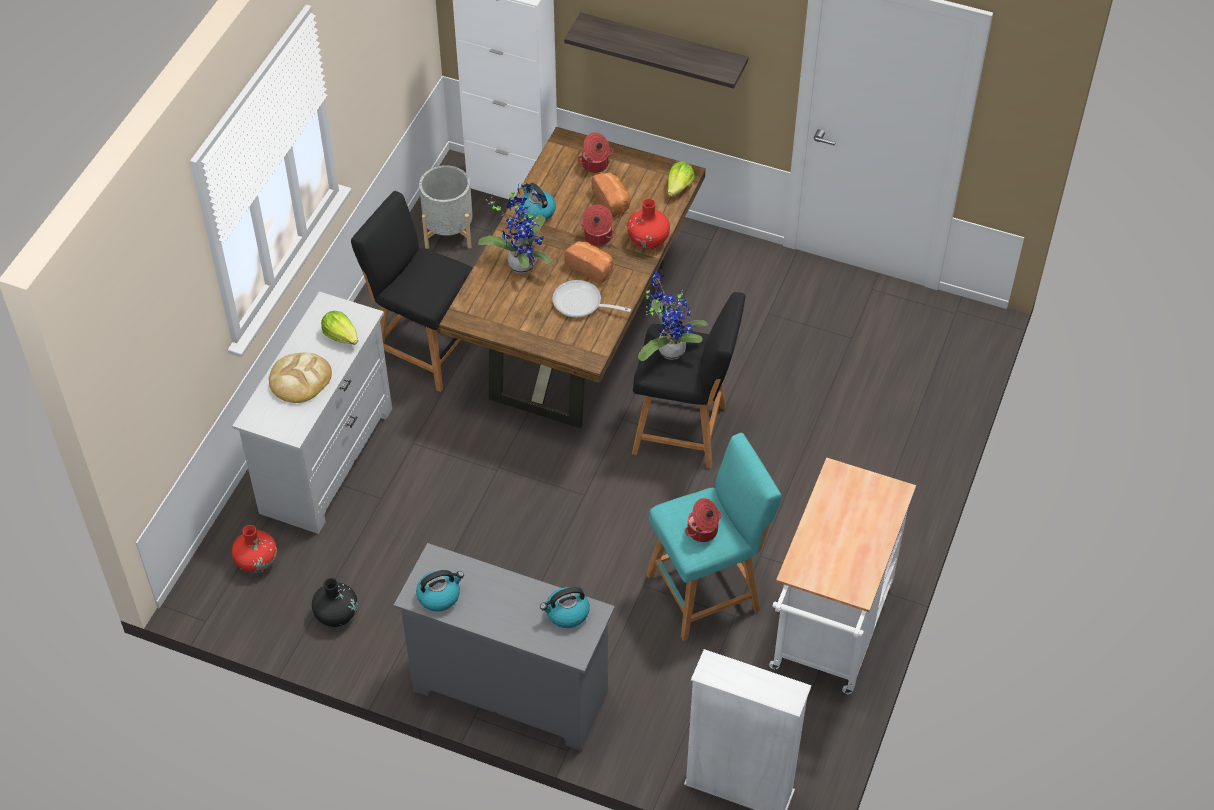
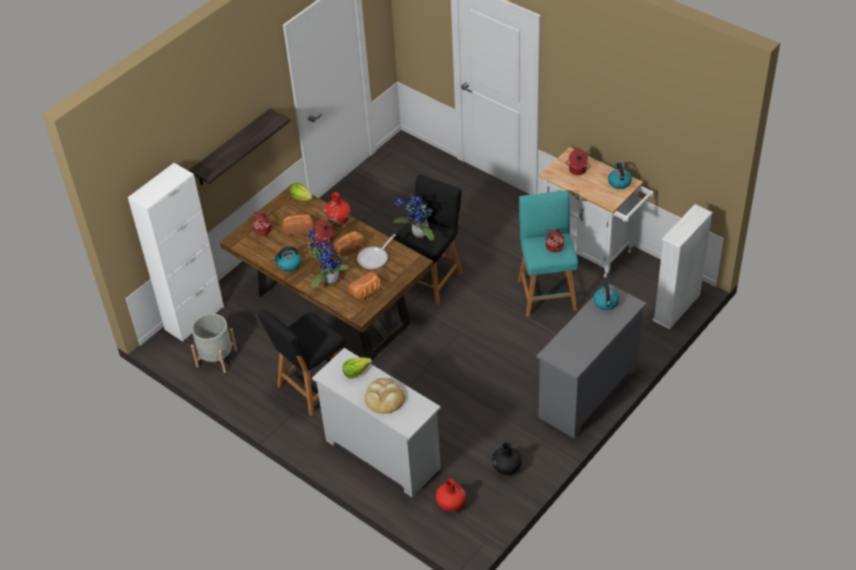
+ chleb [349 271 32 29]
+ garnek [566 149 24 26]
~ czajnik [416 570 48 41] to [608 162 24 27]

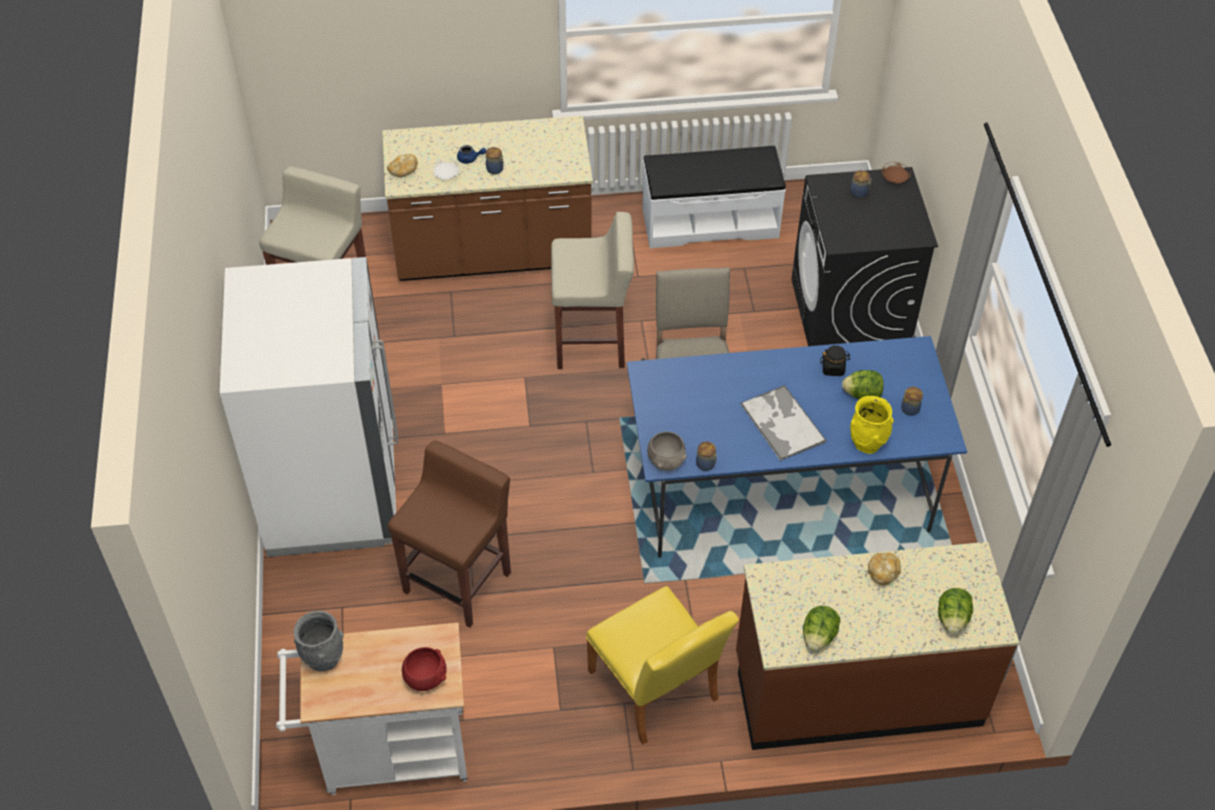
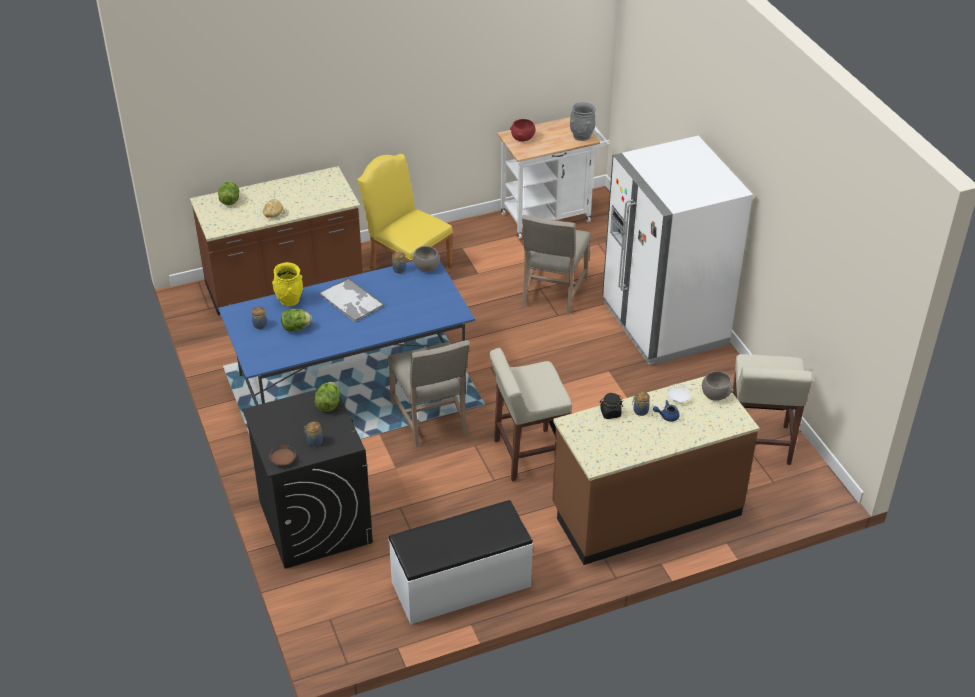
~ sałata [803 606 37 45] to [314 382 26 30]
~ stołek [brązowy] [388 440 123 188] to krzesło [beżowy] [522 215 69 100]
~ słoik [czarny] [820 345 30 31] to [599 393 24 26]
~ chleb [387 154 31 23] to miska [szary] [702 371 32 30]

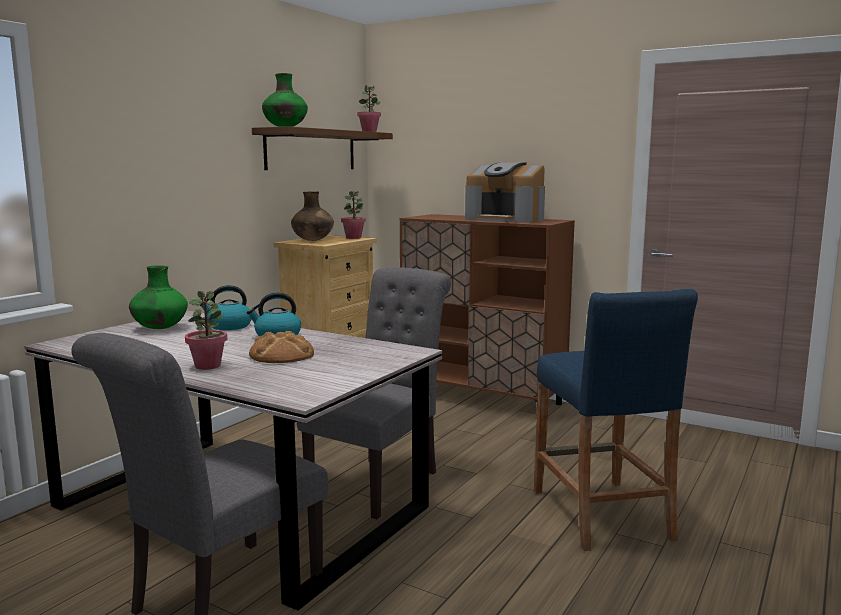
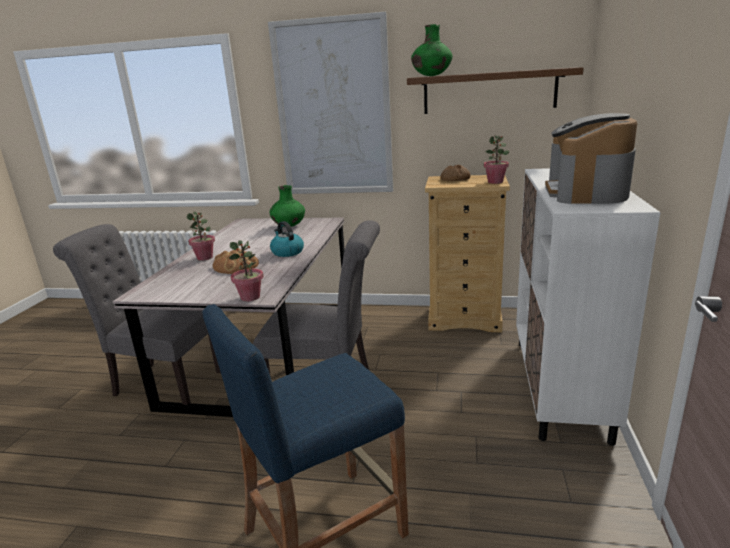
~ roślina doniczkowa [357 85 24 47] to [229 240 35 61]
+ obraz [268 12 125 182]
~ wazon [brązowy] [291 191 43 50] to chleb [440 165 30 16]
~ szafka [brązowy] [400 214 175 205] to szafka [biały] [516 168 145 278]
- czajnik [200 285 51 45]

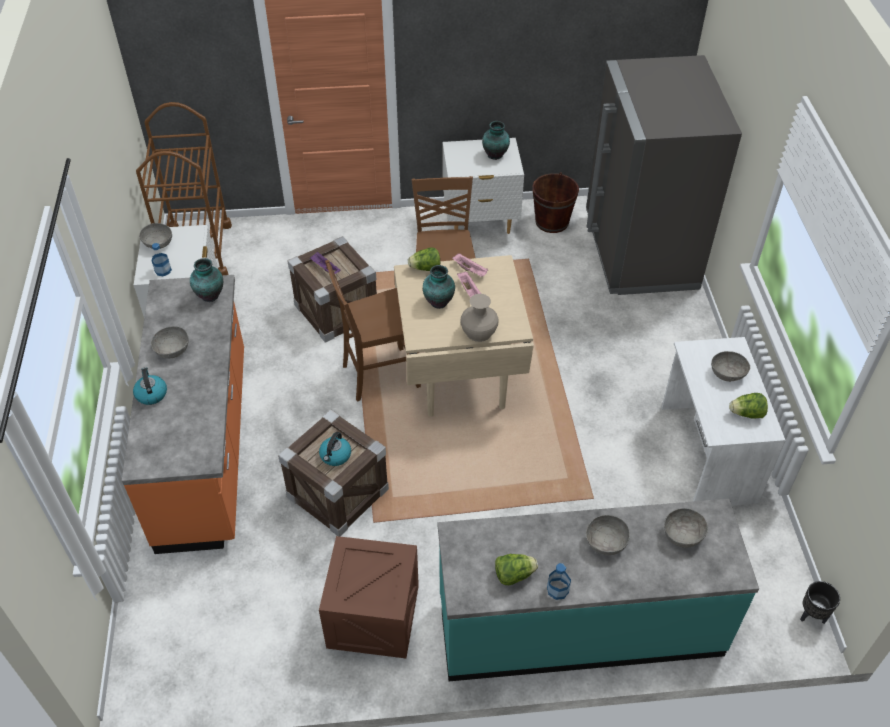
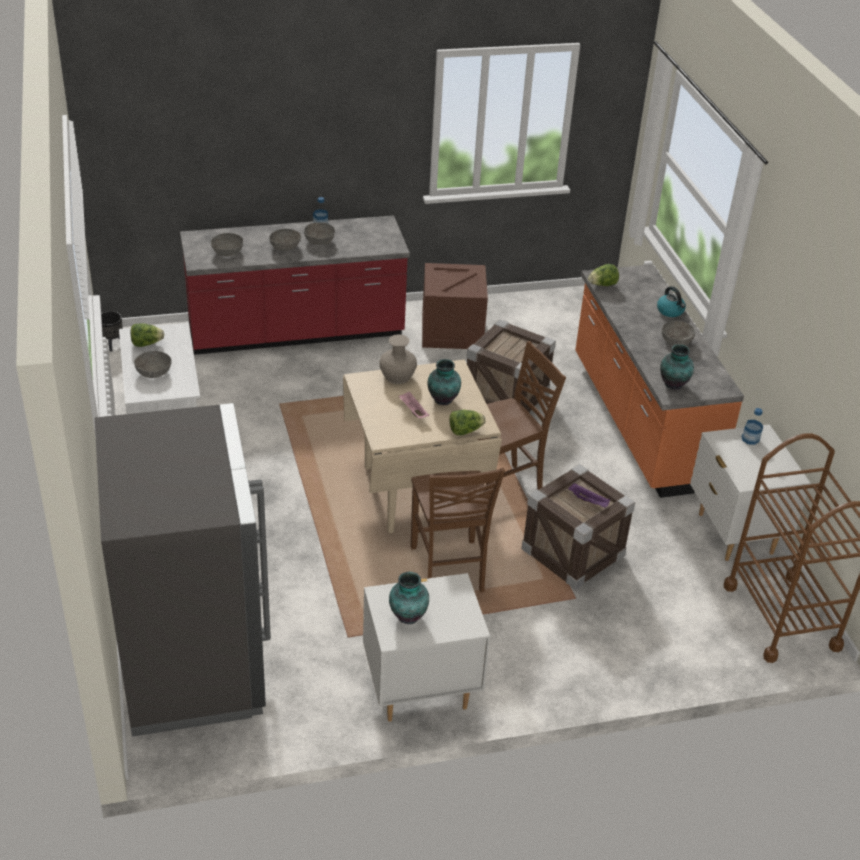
~ zabudowa kuchenna [turkusowy] [438 499 321 182] to zabudowa kuchenna [czerwony] [180 215 230 140]
~ miska [szary] [139 223 33 26] to [304 222 31 23]
~ sałata [495 554 43 31] to [588 264 31 22]
- czajnik [319 432 32 34]
- taca [różowy] [452 253 36 24]
- wiadro [brązowy] [532 172 47 61]

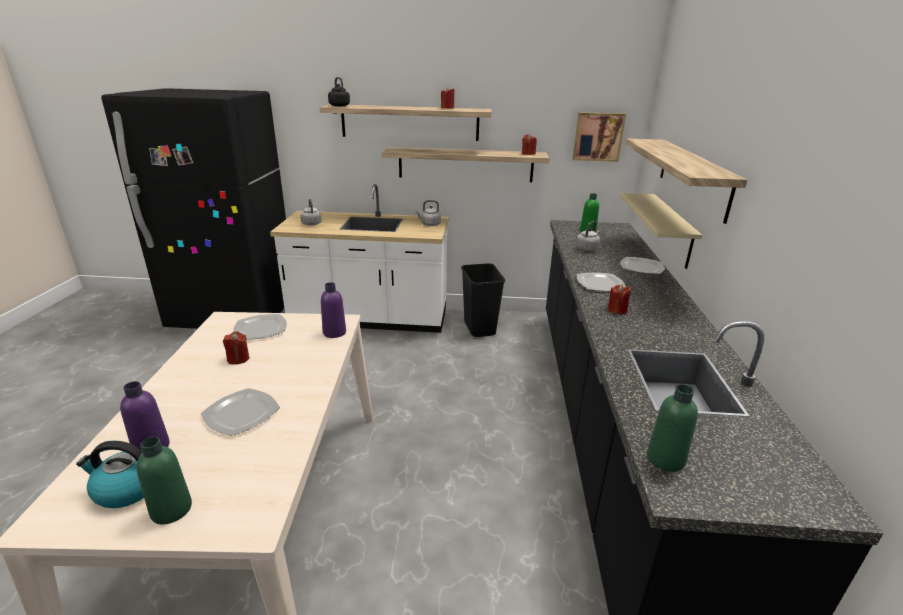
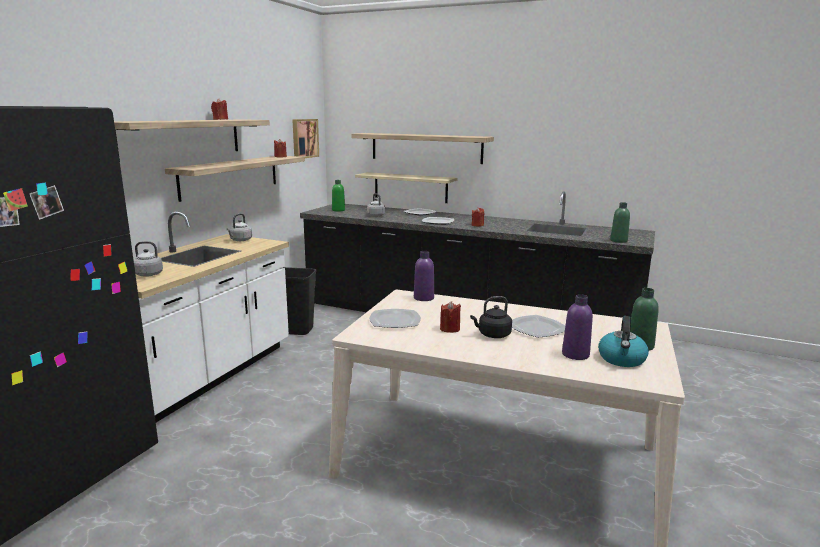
~ czajnik [czarny] [328 77 22 29] to [470 296 42 42]

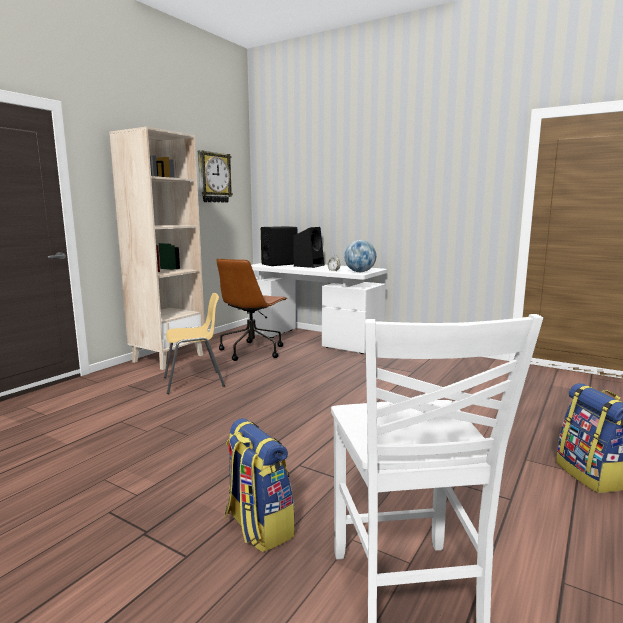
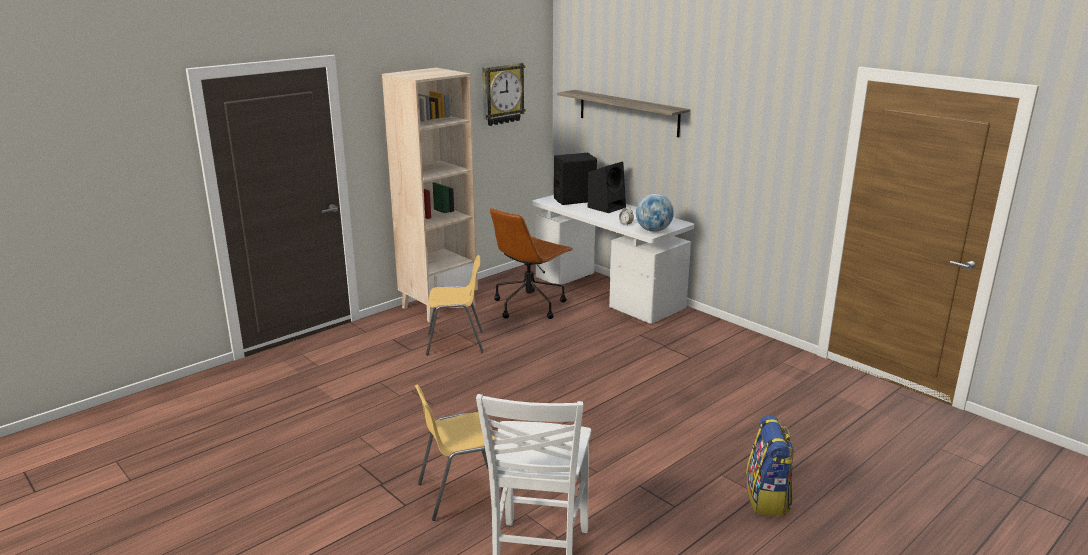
~ plecak [225 418 70 134] to krzesło [żółty] [415 385 88 136]
+ półka [557 90 133 48]

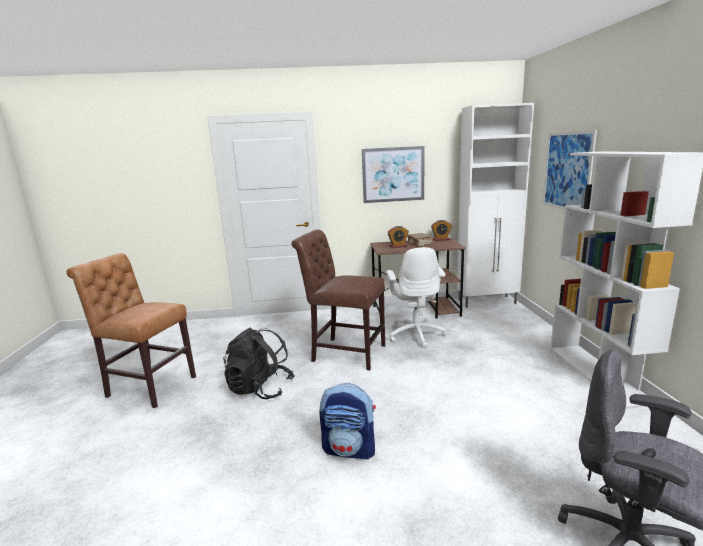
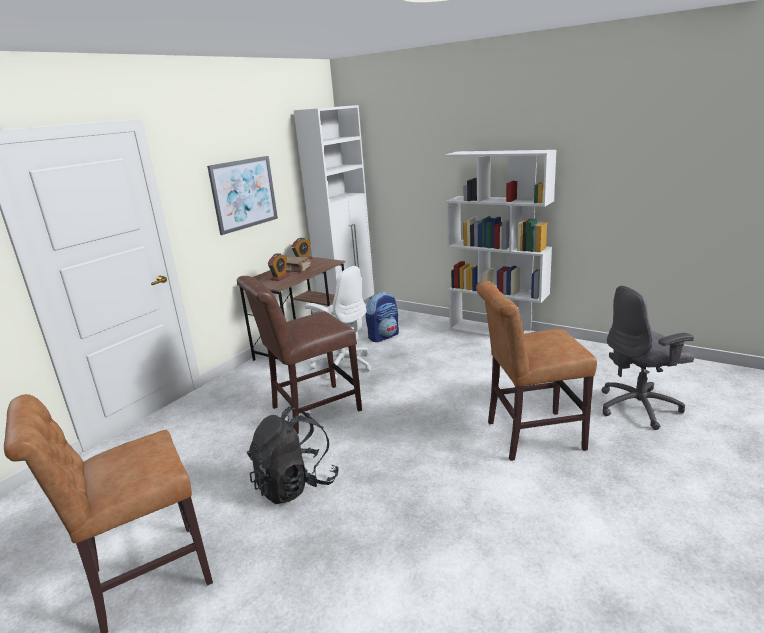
~ plecak [319 383 57 77] to [366 292 33 50]
+ krzesło [brązowy] [476 280 121 181]
- obraz [543 130 54 79]

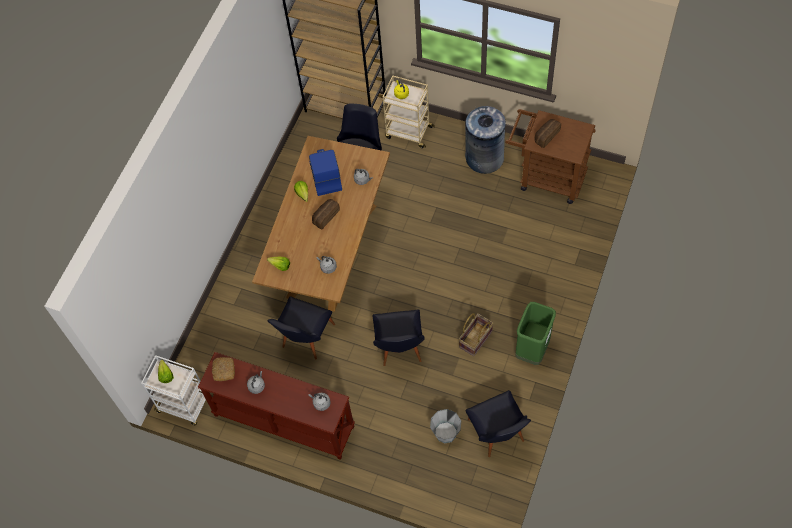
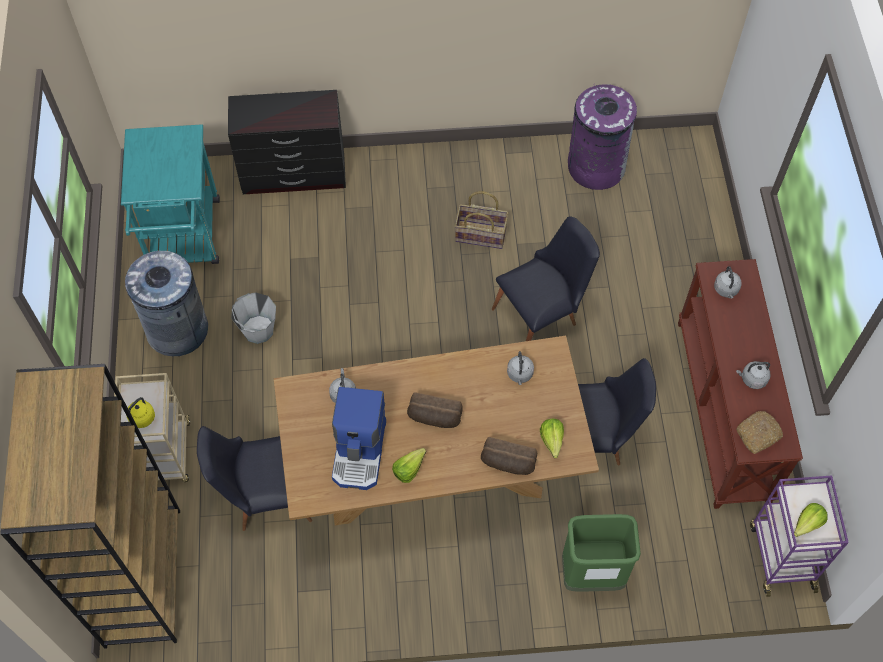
~ wózek [brązowy] [505 109 91 95] to wózek [turkusowy] [121 124 99 140]
+ komoda [czarny] [228 90 118 105]
~ wiadro [szary] [430 409 31 34] to [231 292 45 52]
~ ekspres do kawy [309 149 33 47] = [332 387 54 103] 45 degrees counterclockwise
~ chleb [535 119 26 29] to [481 437 56 38]
~ kosz na śmieci [zielony] [515 302 41 63] to [562 514 79 78]
~ krzesło [czarny] [466 390 65 67] to kosz na śmieci [fioletowy] [568 84 69 106]
~ wózek [biały] [141 355 65 70] to wózek [fioletowy] [750 475 99 122]

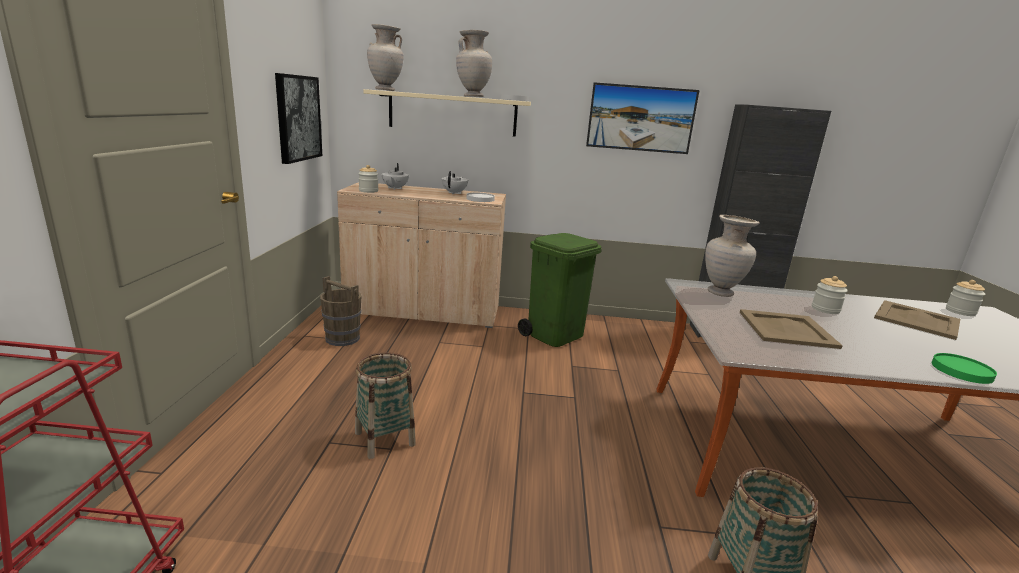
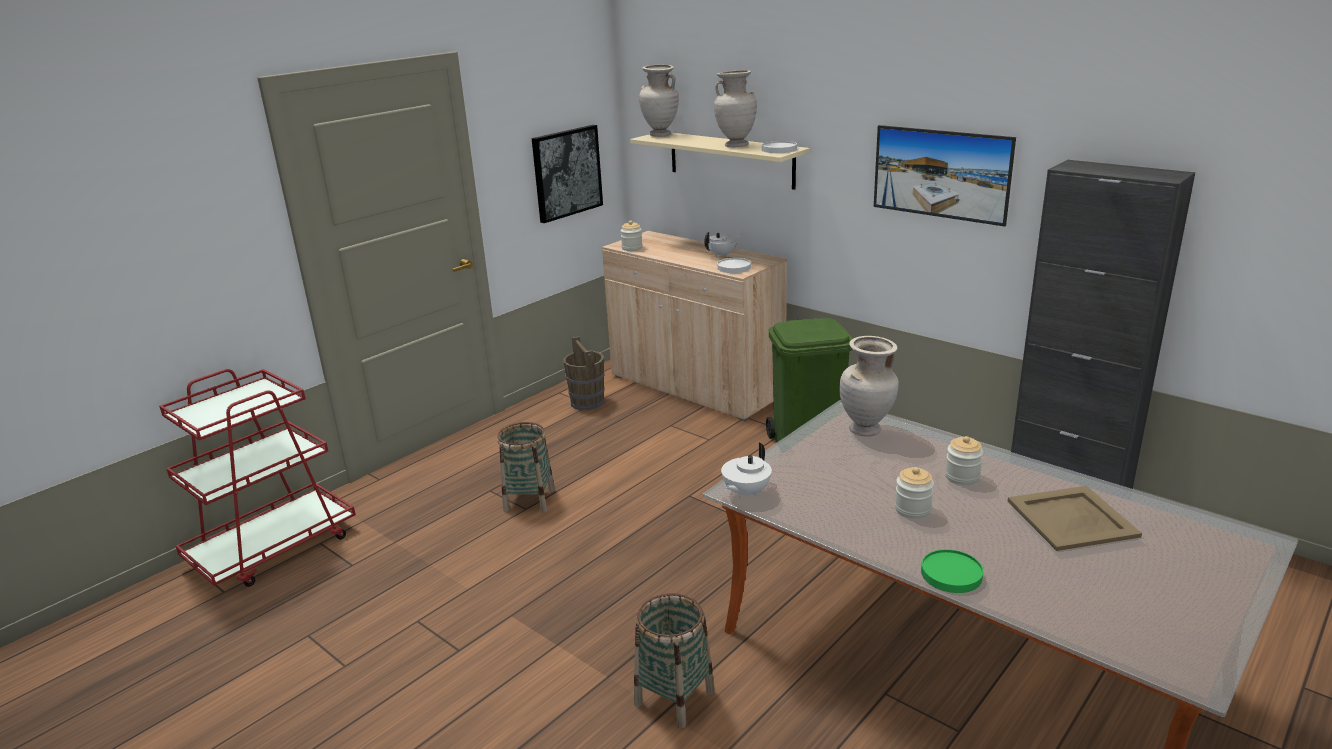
~ imbryk [biały] [382 163 27 27] to [721 443 51 56]
~ słoik [946 280 39 36] to [895 467 39 52]
- taca [beżowy] [740 309 103 40]

